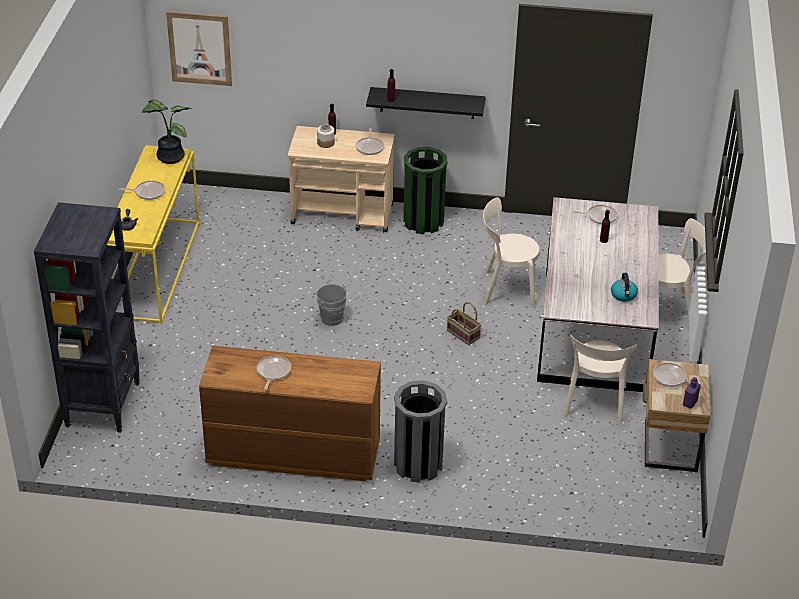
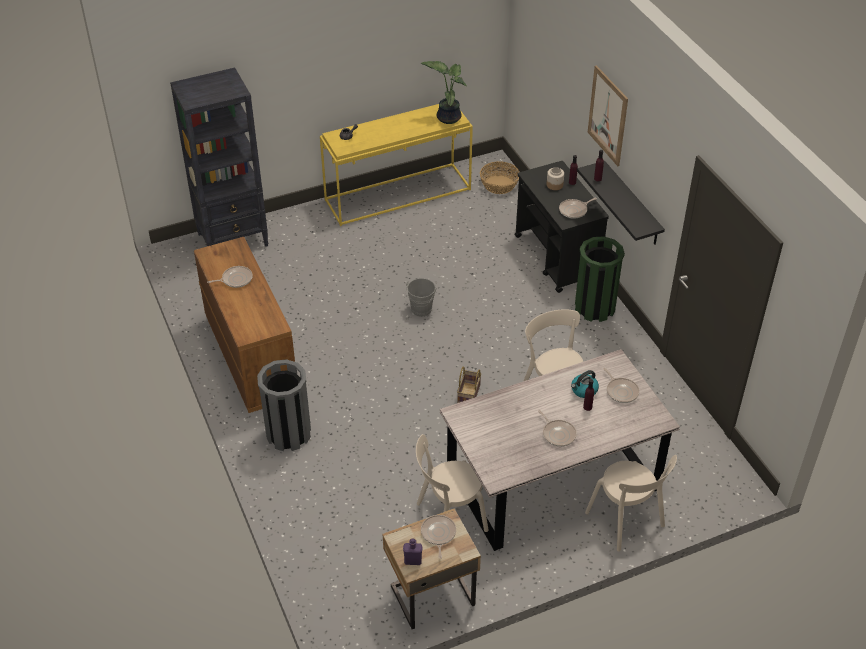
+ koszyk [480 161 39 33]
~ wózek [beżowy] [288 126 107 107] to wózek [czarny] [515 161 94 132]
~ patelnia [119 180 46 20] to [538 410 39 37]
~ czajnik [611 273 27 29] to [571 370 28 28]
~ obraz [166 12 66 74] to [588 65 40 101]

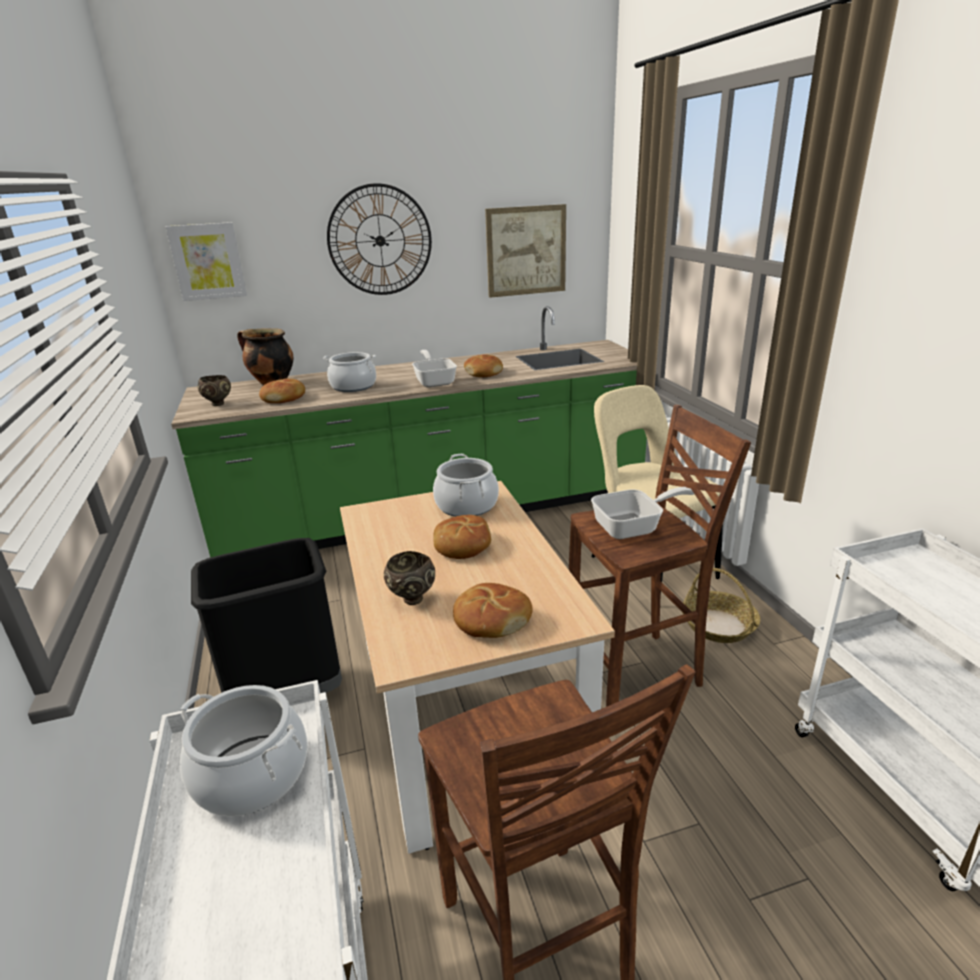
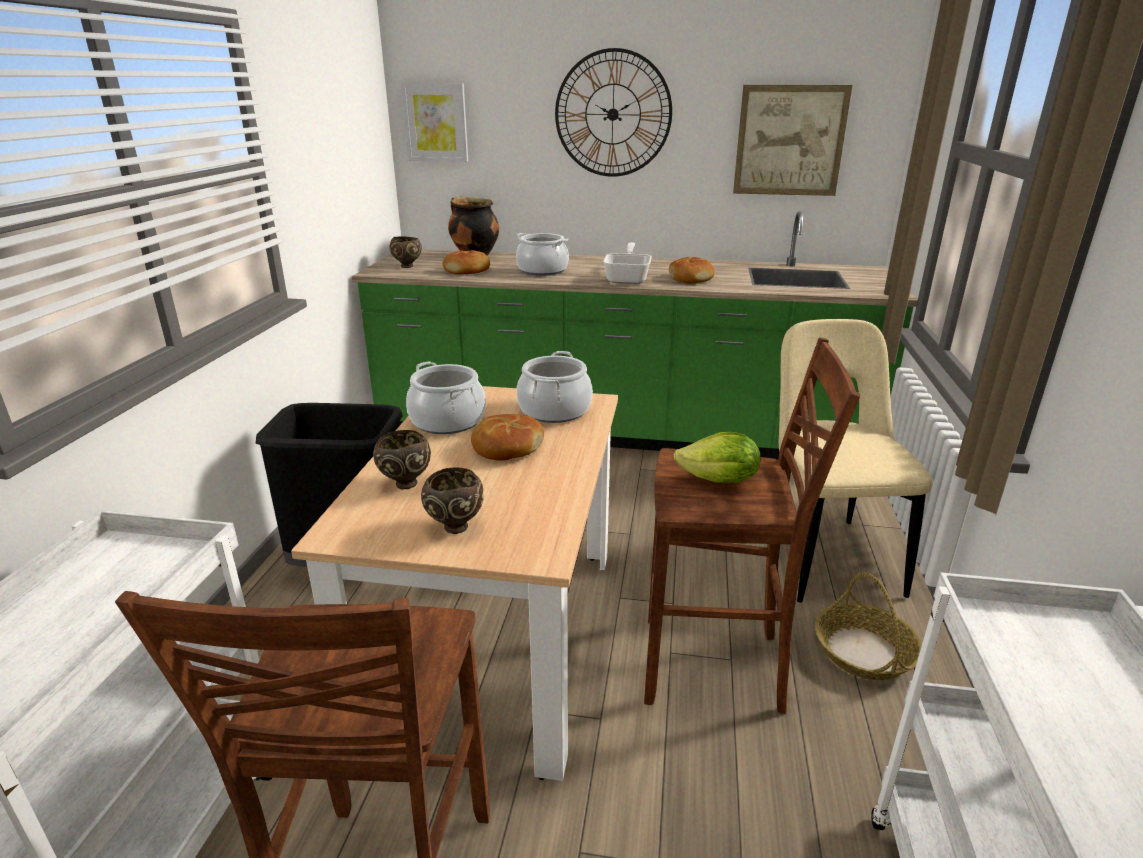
~ garnek [180 685 127 132] to [406 362 80 72]
~ chleb [453 583 80 55] to miska [brązowy] [421 467 63 67]
~ patelnia [591 487 103 52] to sałata [674 432 87 51]

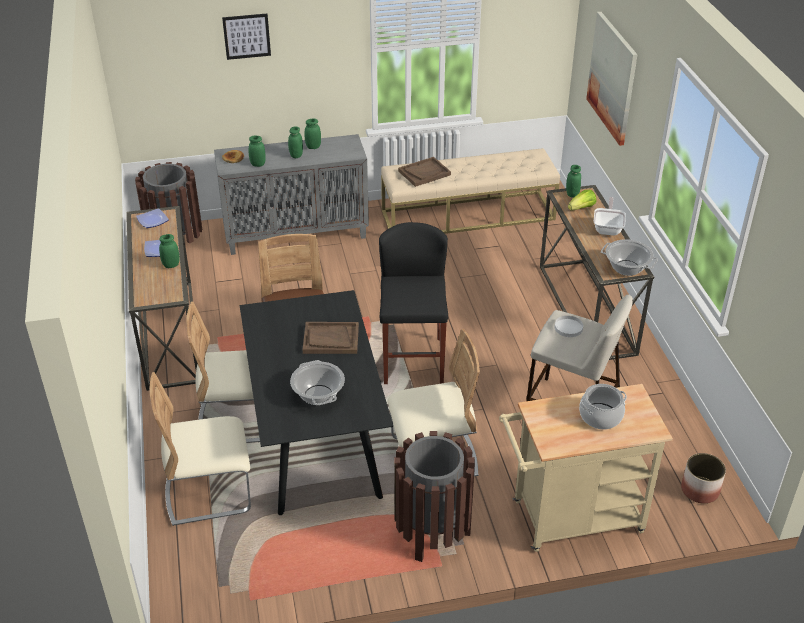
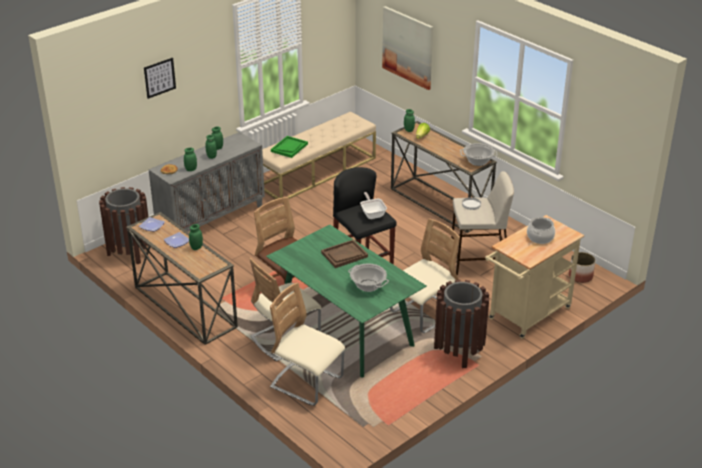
~ stół jadalny [czarny] [239 290 154 225] to stół jadalny [zielony] [266 225 161 153]
~ krzesło [beżowy] [149 372 102 154] = [270 283 75 123] 75 degrees clockwise
~ taca [brązowy] [398 157 53 30] to taca [zielony] [271 136 37 22]
~ patelnia [594 197 32 39] to [360 192 27 27]

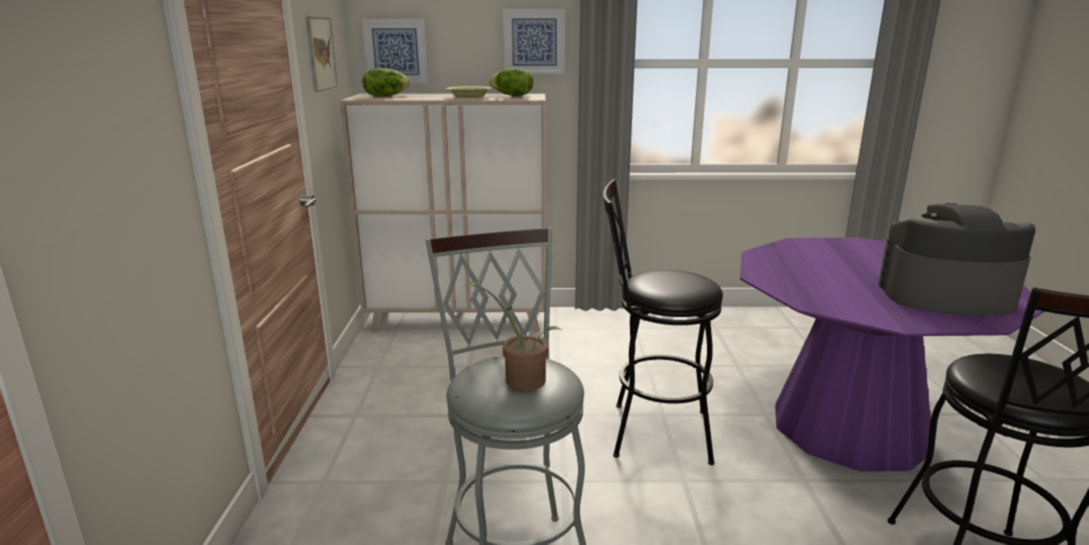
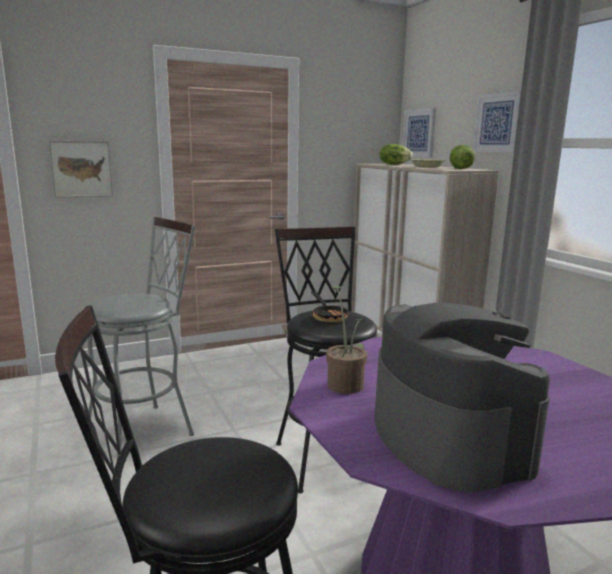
~ obraz [305 16 33 76] to [49 140 64 58]
+ patelnia [311 291 39 31]
~ roślina doniczkowa [463 282 98 109] to [326 286 41 108]

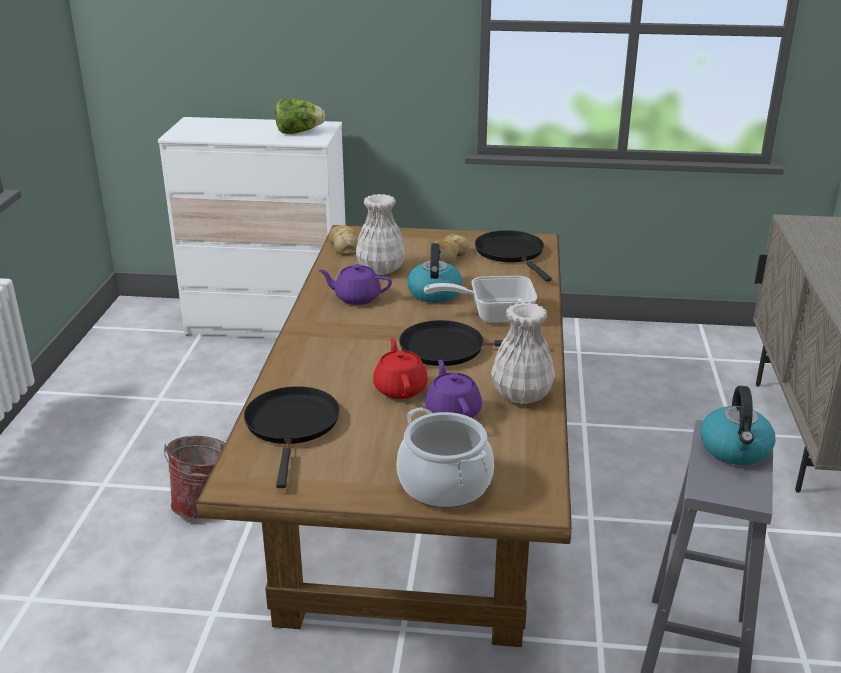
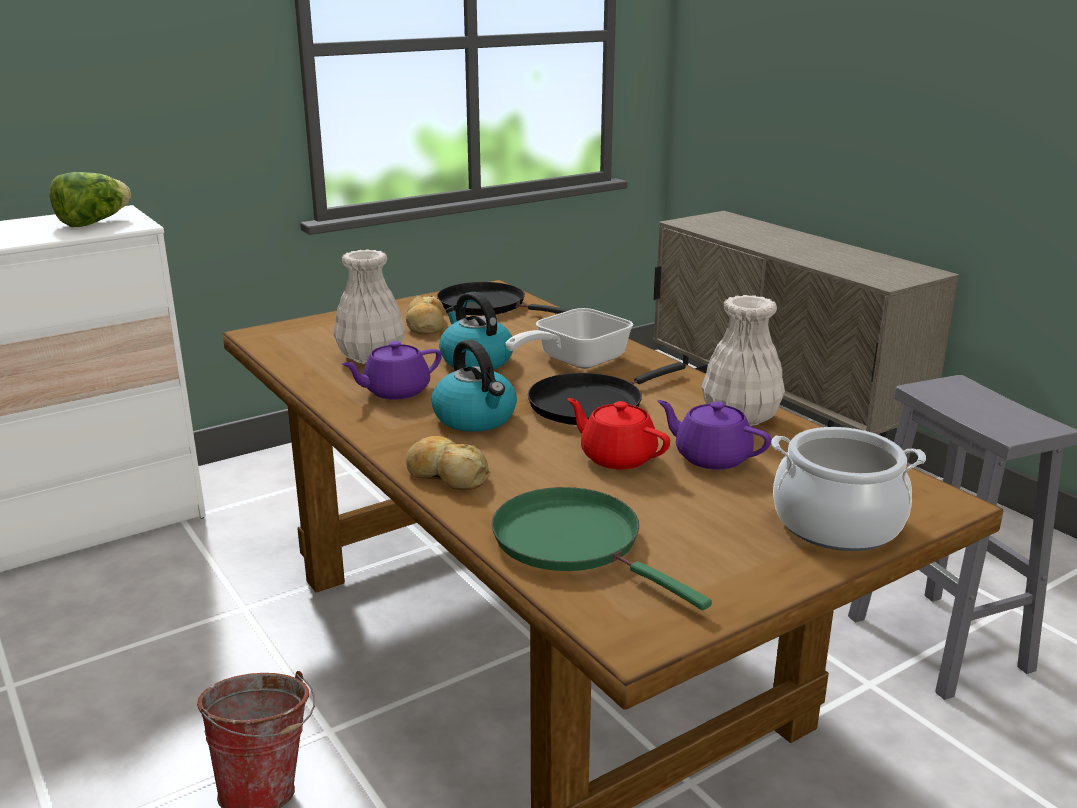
~ chleb [329 225 29 30] to [406 436 85 54]
~ czajnik [700 386 75 79] to [431 339 86 93]
~ patelnia [czarny] [244 386 96 102] to patelnia [zielony] [492 487 220 123]

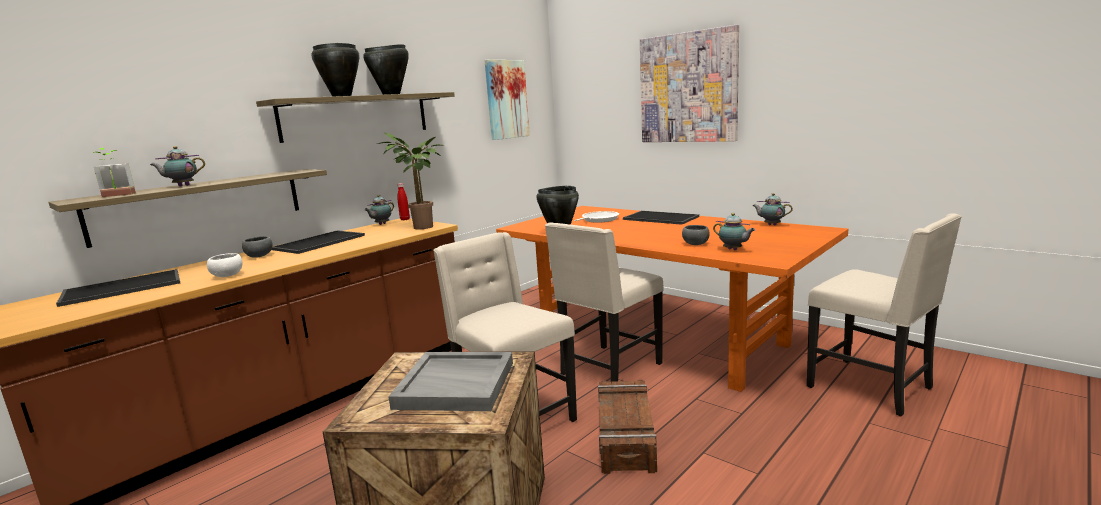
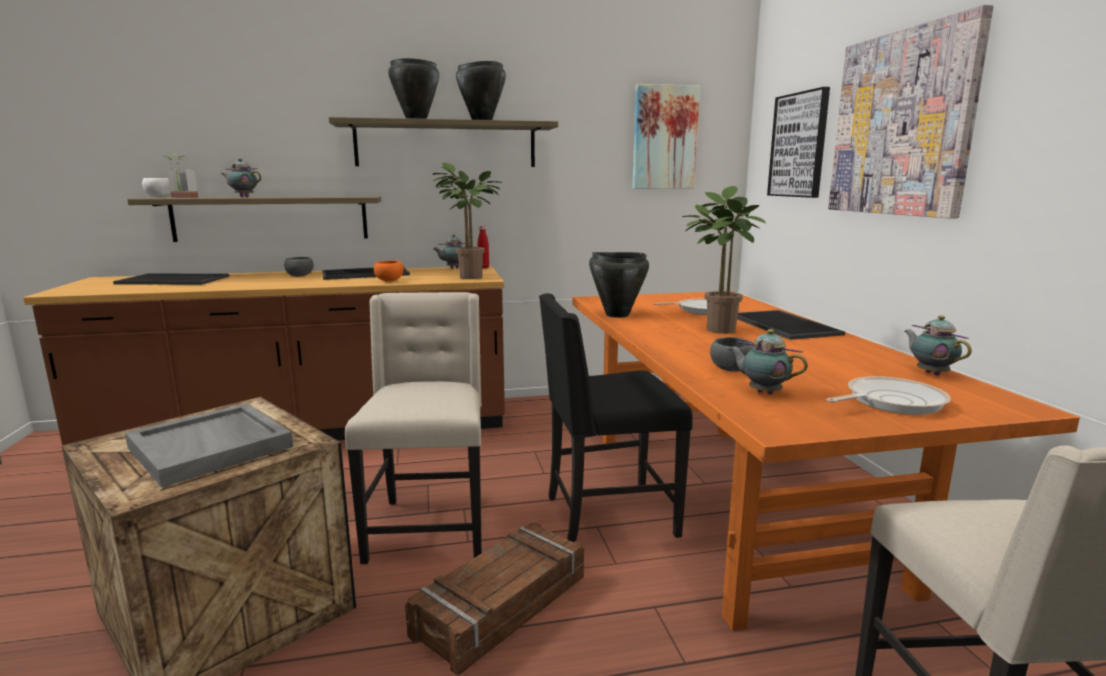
~ miska [biały] [207 253 35 24] to [142 178 29 19]
+ miska [pomarańczowy] [374 260 30 22]
~ krzesło [beżowy] [545 222 119 161] to krzesło [czarny] [539 293 154 249]
+ roślina doniczkowa [682 186 84 148]
~ imbryk [713 213 42 37] = [729 329 79 65] 135 degrees clockwise
+ obraz [767 87 63 111]
+ patelnia [826 376 125 39]

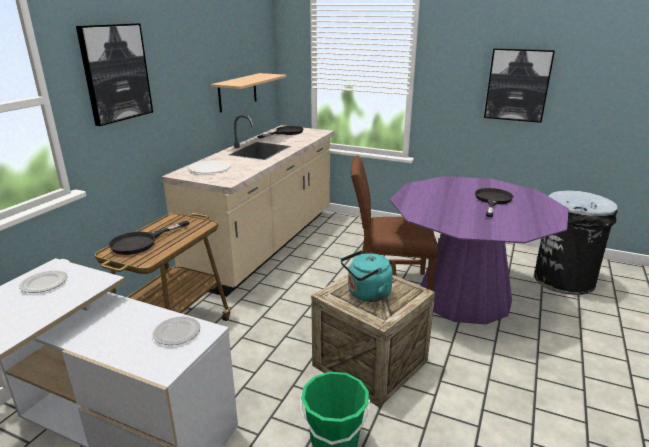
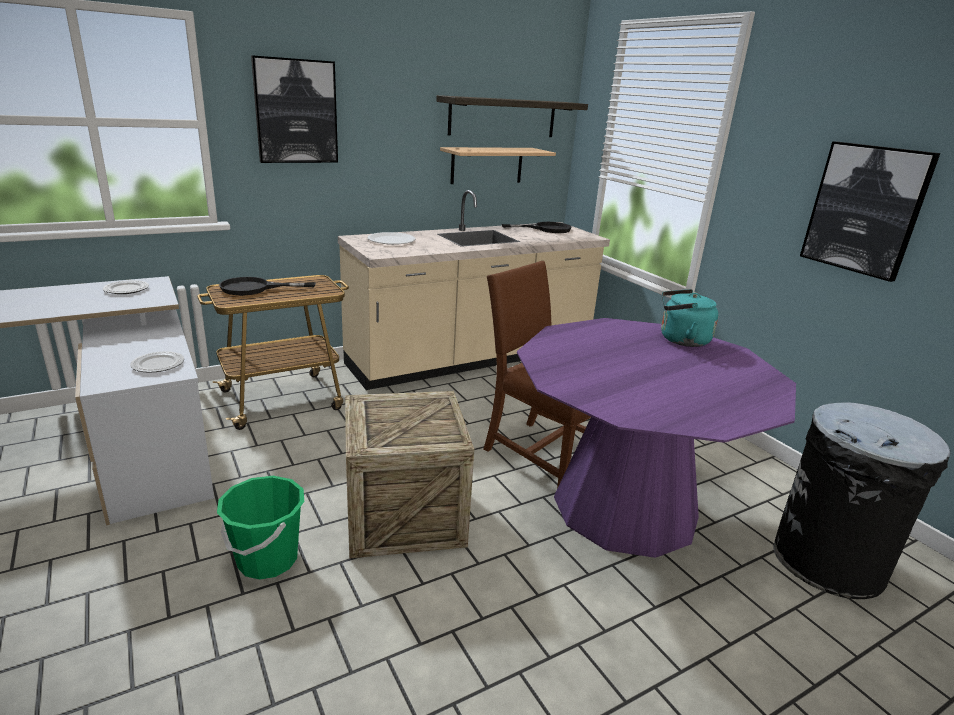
+ półka [436 95 152 42]
~ czajnik [turkusowy] [341 250 52 52] to [661 289 58 58]
- patelnia [czarny] [475 188 39 29]

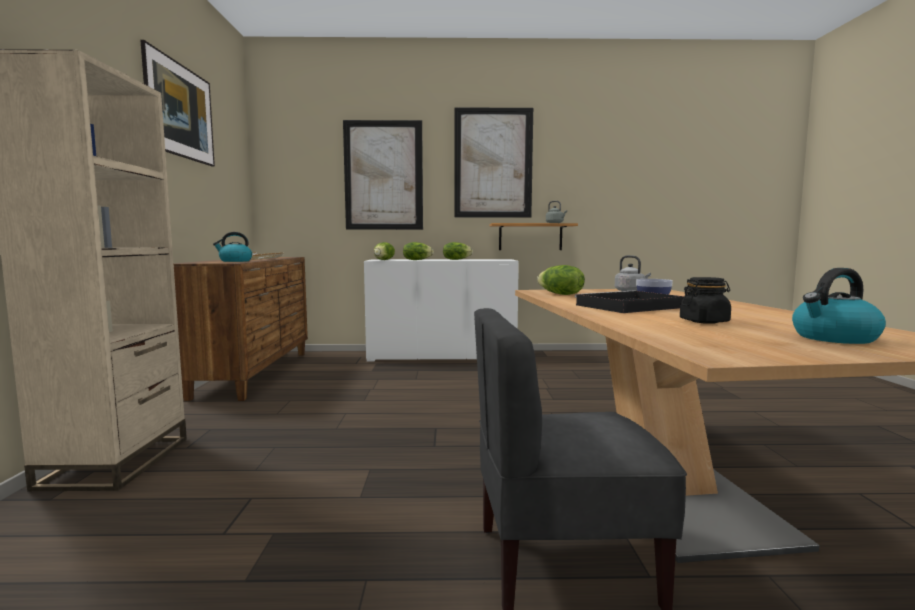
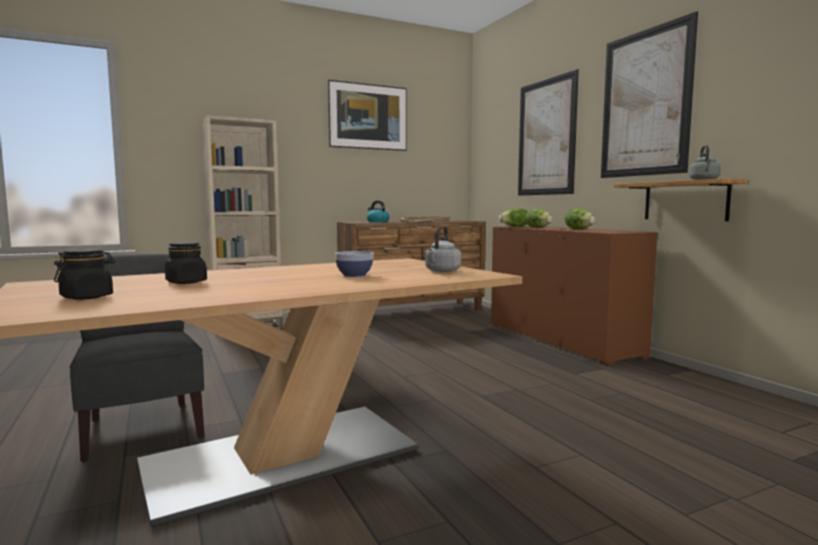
~ czajnik [792 268 94 76] to słoik [czarny] [54 249 61 51]
~ szafka [biały] [364 259 155 103] to szafka [brązowy] [491 226 167 140]
- sałata [537 265 48 30]
- taca [czarny] [575 290 109 23]

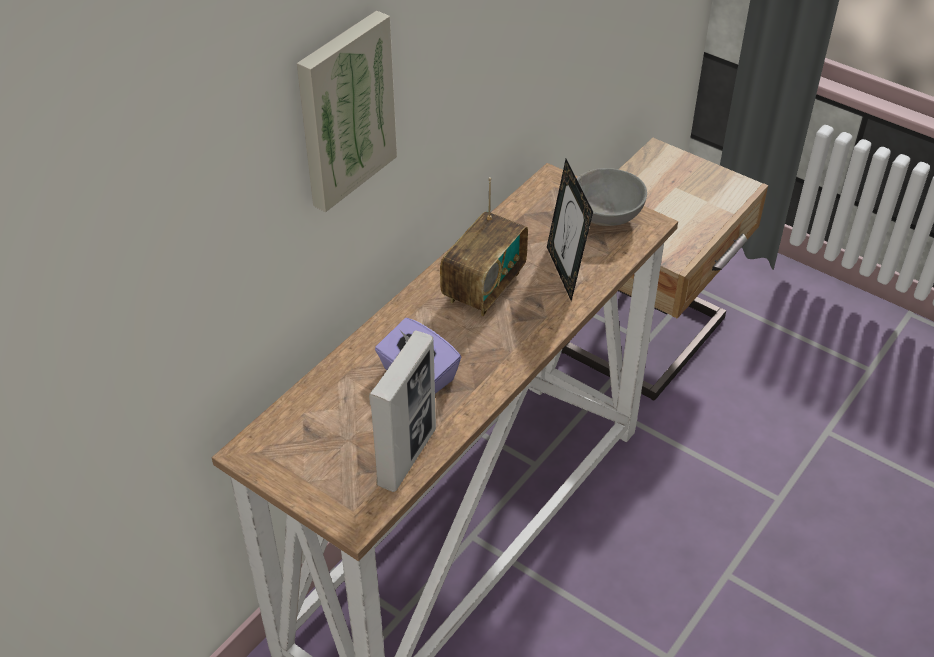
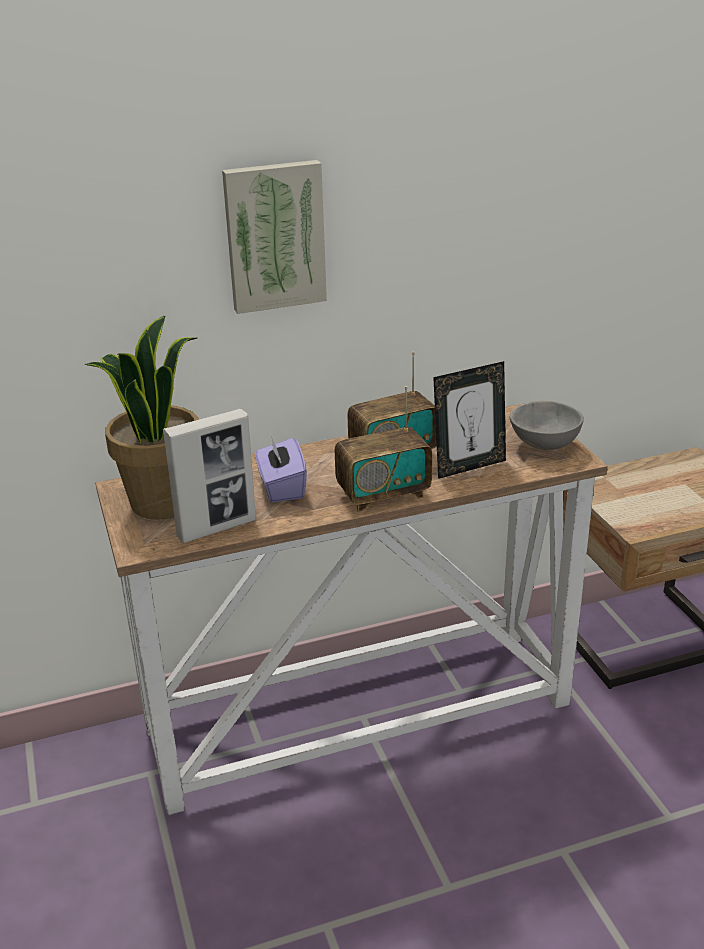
+ roślina doniczkowa [84 315 115 205]
+ radio [335 386 97 126]
~ ramka na zdjęcie [547 159 46 142] = [433 361 73 118] 135 degrees counterclockwise

